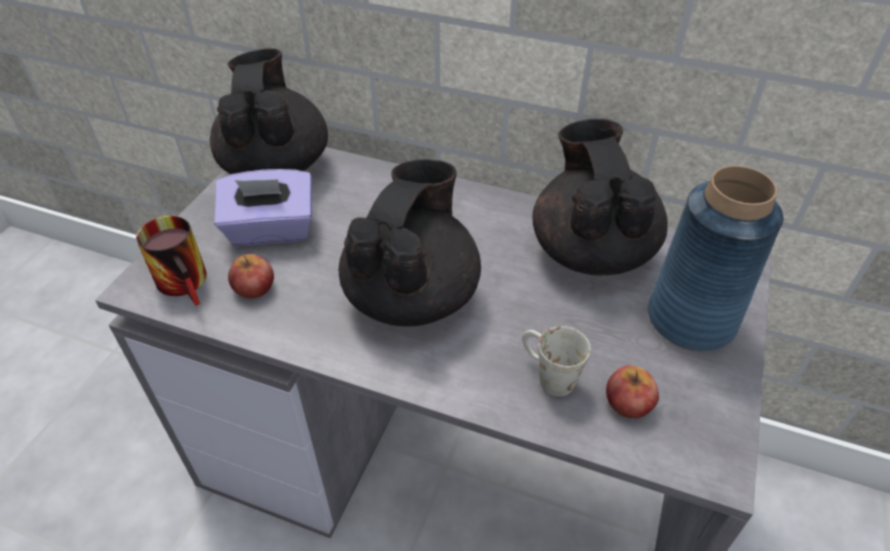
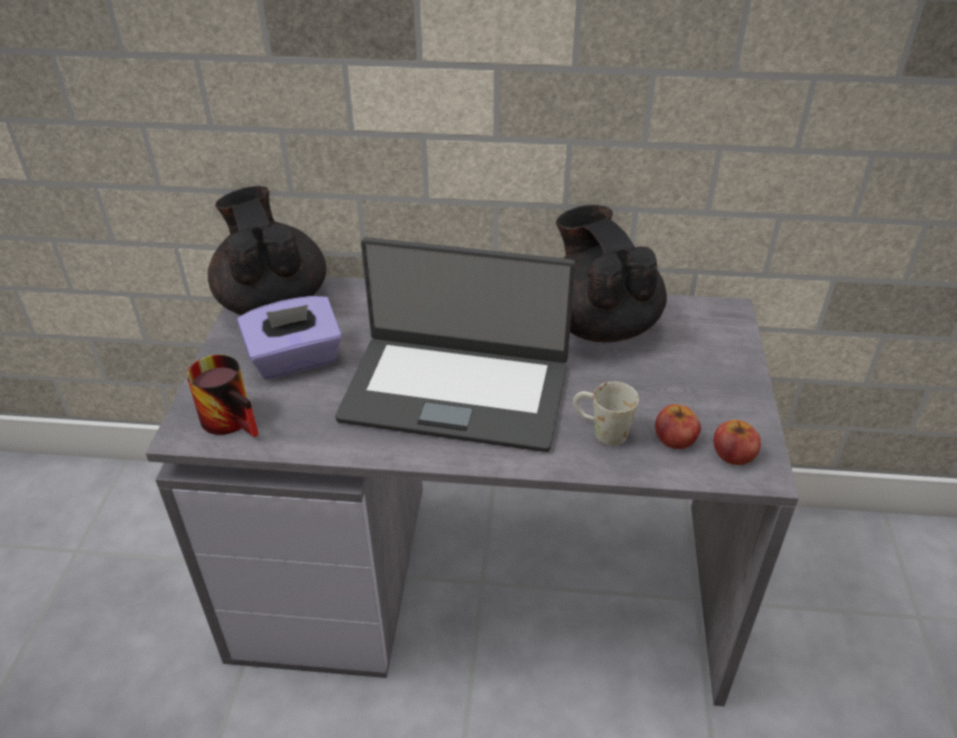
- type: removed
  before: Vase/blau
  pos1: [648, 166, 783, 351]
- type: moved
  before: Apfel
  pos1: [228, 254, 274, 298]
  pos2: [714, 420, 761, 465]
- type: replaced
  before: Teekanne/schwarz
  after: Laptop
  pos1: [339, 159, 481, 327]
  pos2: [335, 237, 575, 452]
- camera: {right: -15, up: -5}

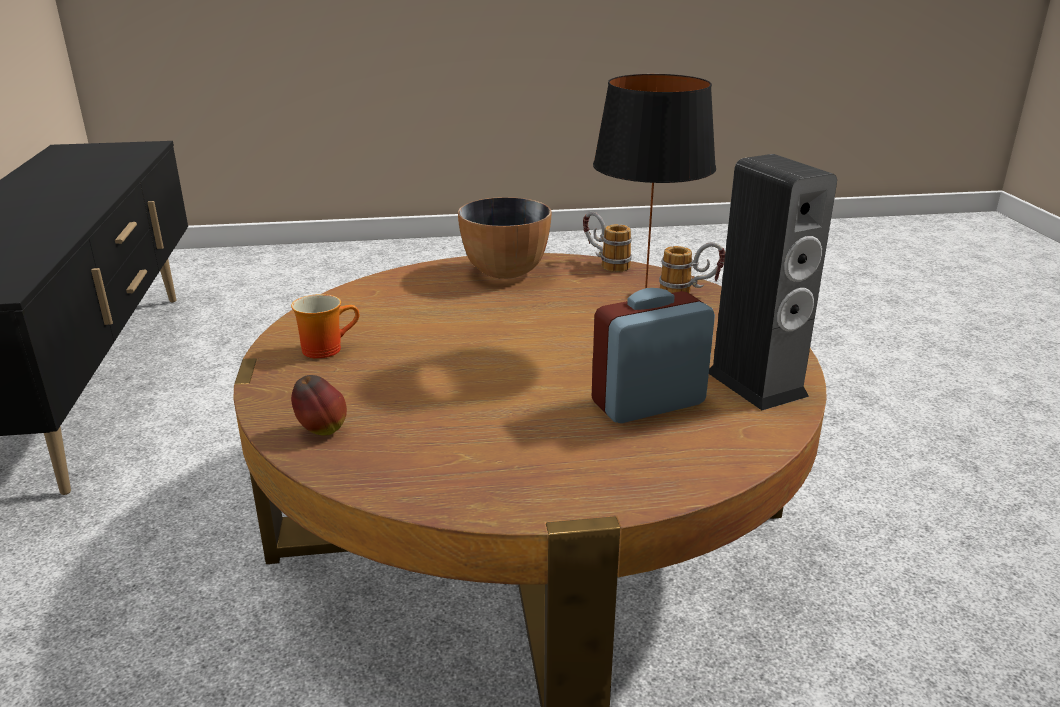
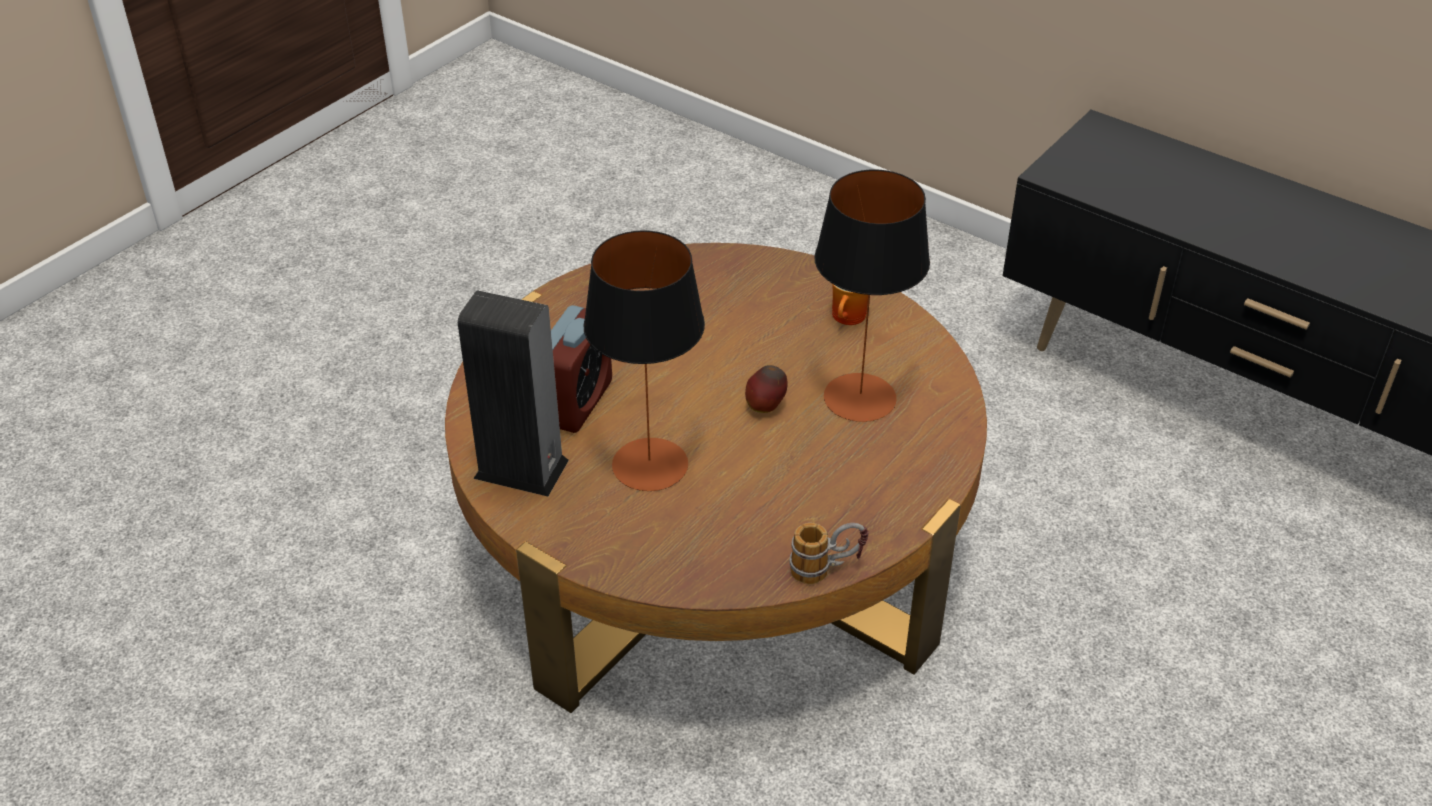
- type: removed
  before: Schüssel
  pos1: [458, 197, 551, 279]
- type: removed
  before: Henkelbecher
  pos1: [659, 242, 725, 293]
- type: added
  after: Tischlampe
  pos2: [814, 170, 930, 422]
- type: moved
  before: Apfel
  pos1: [291, 375, 347, 436]
  pos2: [745, 365, 788, 413]
- camera: {right: 135, up: 15}

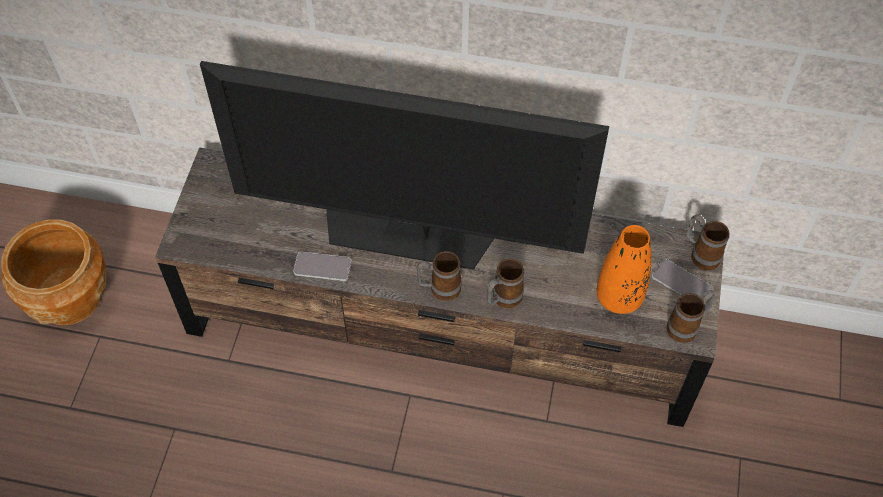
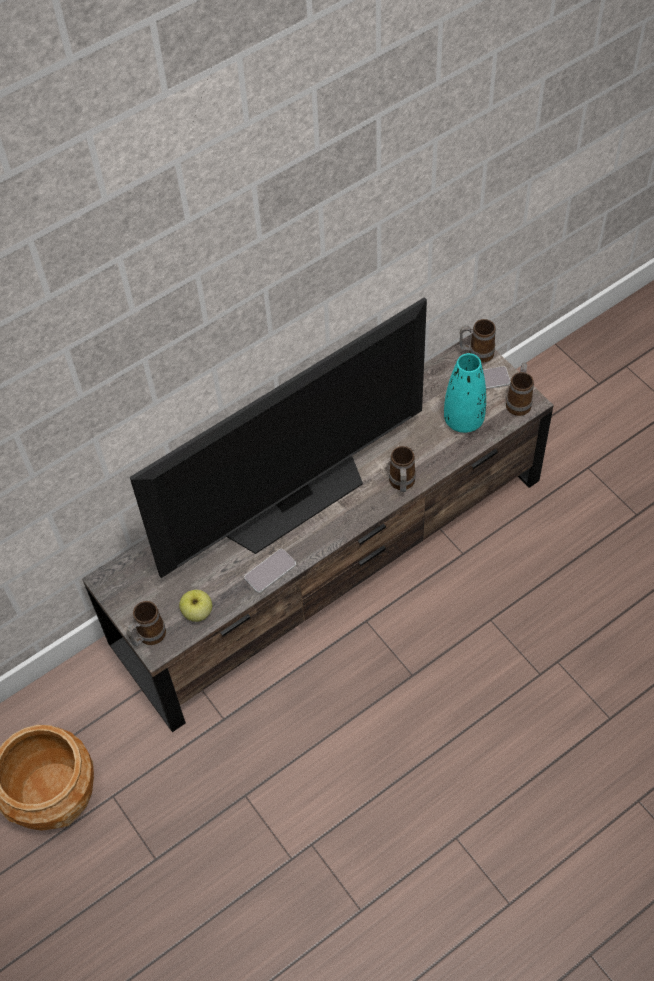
- type: added
  after: Apfel
  pos2: [179, 590, 212, 622]
- type: moved
  before: Henkelbecher
  pos1: [416, 251, 462, 301]
  pos2: [127, 601, 166, 646]
- type: recoloured
  before: Vase/orange
  after: Vase/türkis
  pos1: [596, 225, 651, 314]
  pos2: [444, 353, 486, 433]
- camera: {right: -45, up: 0}

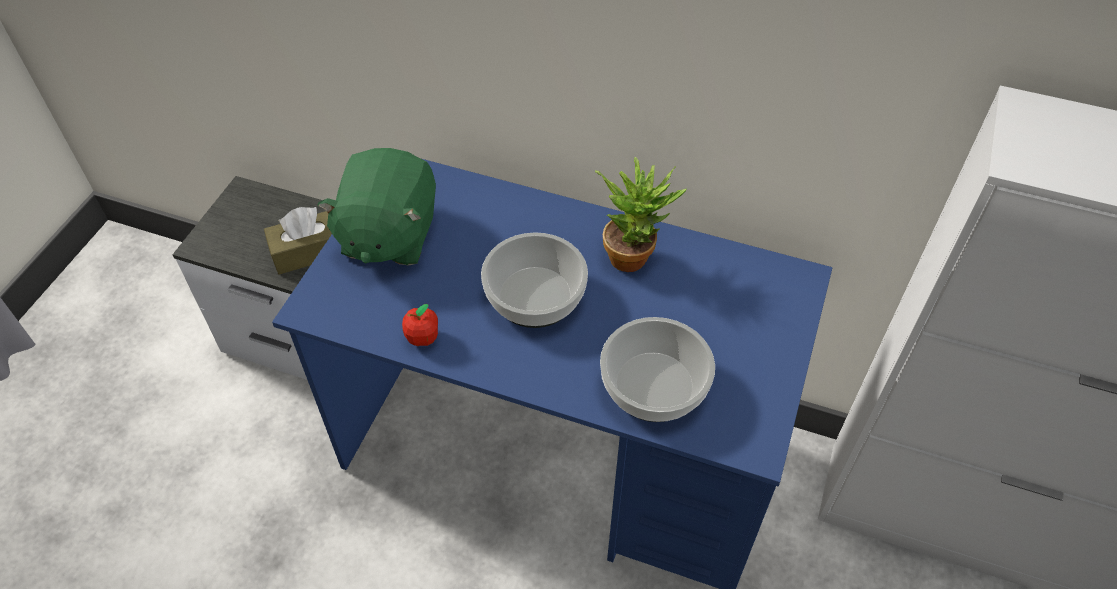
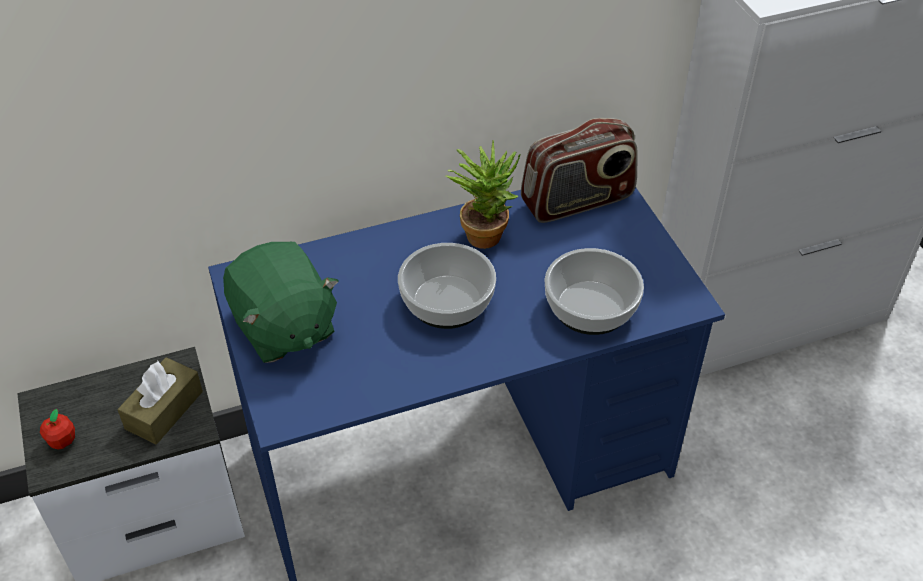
- type: added
  after: Radio
  pos2: [521, 118, 638, 223]
- type: moved
  before: Apfel
  pos1: [402, 304, 438, 346]
  pos2: [40, 409, 75, 450]
- camera: {right: -40, up: -5}

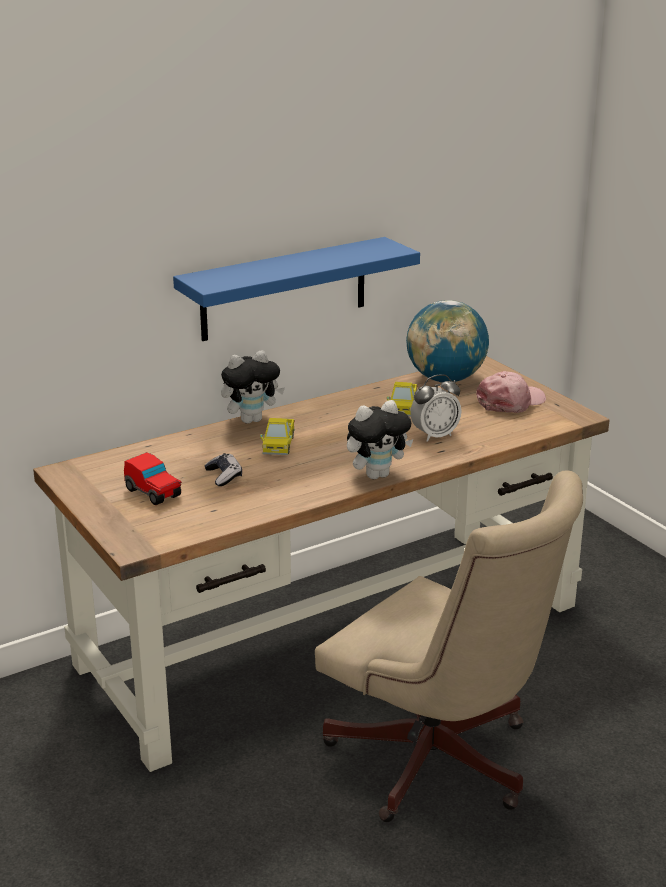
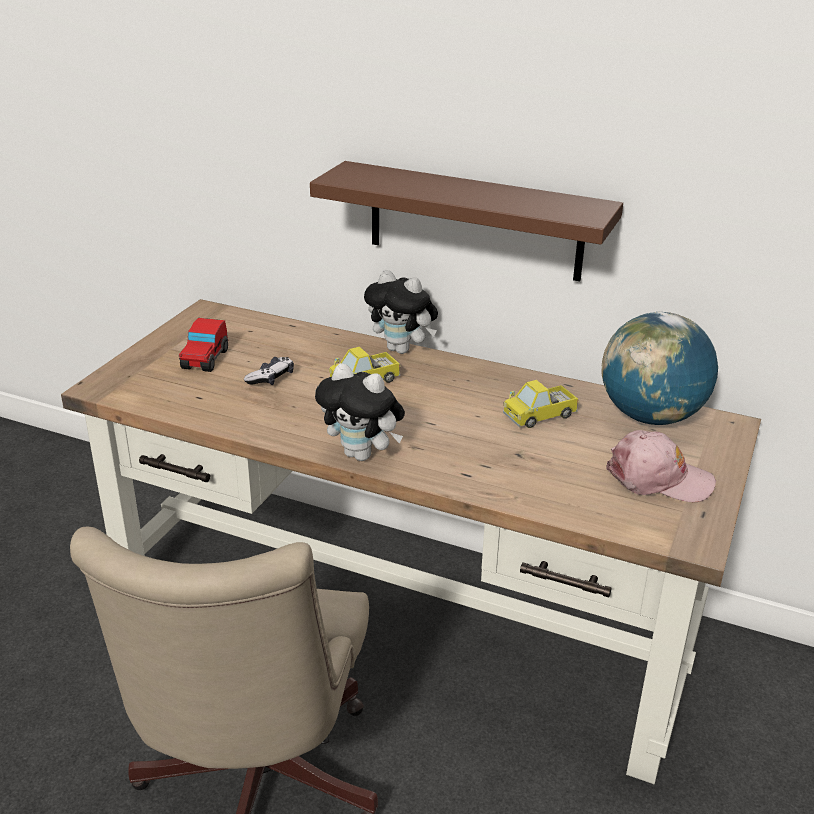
- type: removed
  before: Wecker
  pos1: [410, 374, 461, 442]
- type: recoloured
  before: Wandregal/blau
  after: Wandregal/braun
  pos1: [173, 237, 420, 341]
  pos2: [310, 161, 623, 281]
- camera: {right: 55, up: 5}

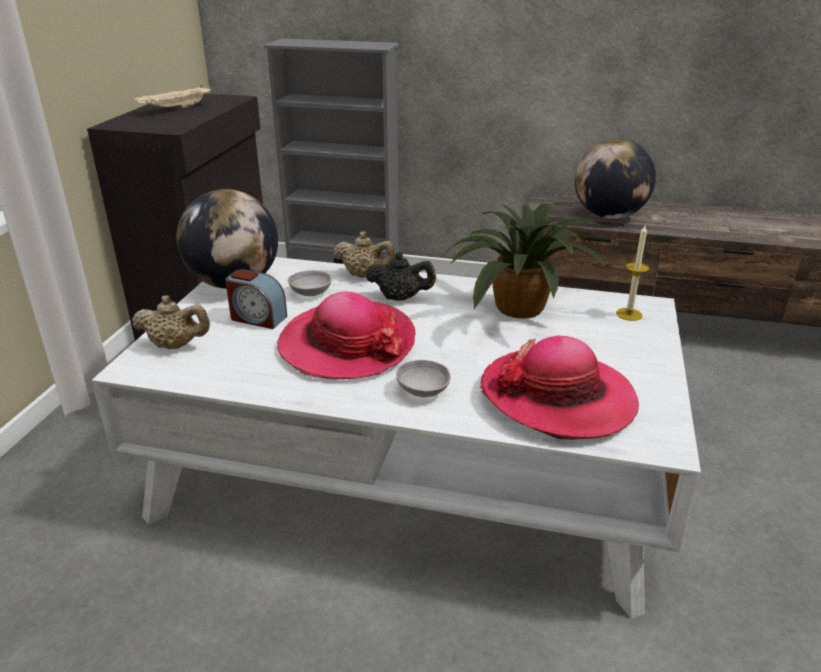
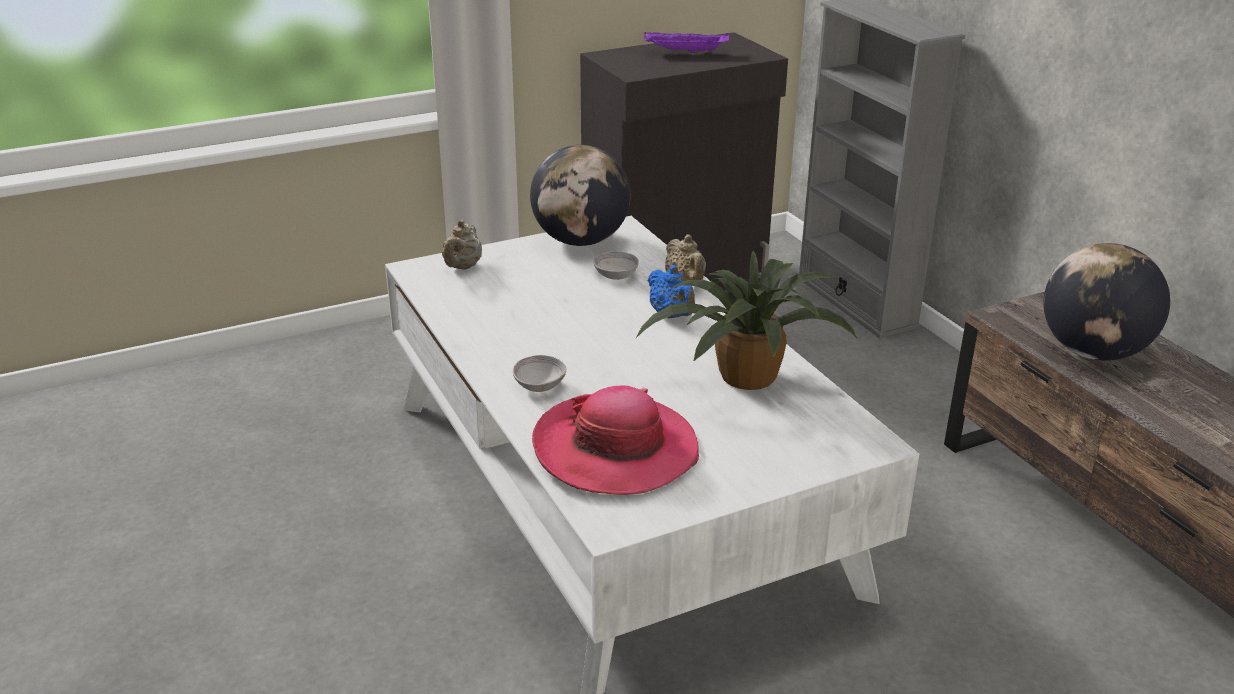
- type: removed
  before: Wecker
  pos1: [225, 269, 287, 329]
- type: removed
  before: Hut
  pos1: [277, 291, 416, 379]
- type: removed
  before: Kerze
  pos1: [616, 225, 649, 321]
- type: recoloured
  before: Tablett/beige
  after: Tablett/lila
  pos1: [134, 85, 211, 109]
  pos2: [644, 32, 729, 55]
- type: recoloured
  before: Teekanne/schwarz
  after: Teekanne/blau
  pos1: [366, 252, 436, 301]
  pos2: [648, 265, 695, 318]
- type: turned
  before: Teekanne/beige
  pos1: [132, 295, 210, 349]
  pos2: [442, 220, 482, 270]
  turn: 45
- camera: {right: 50, up: 0}

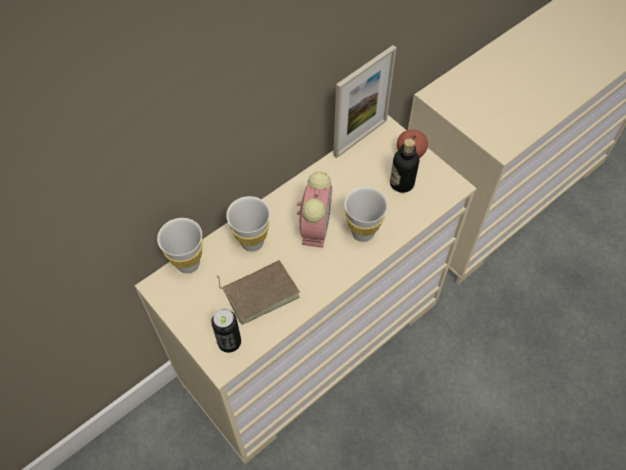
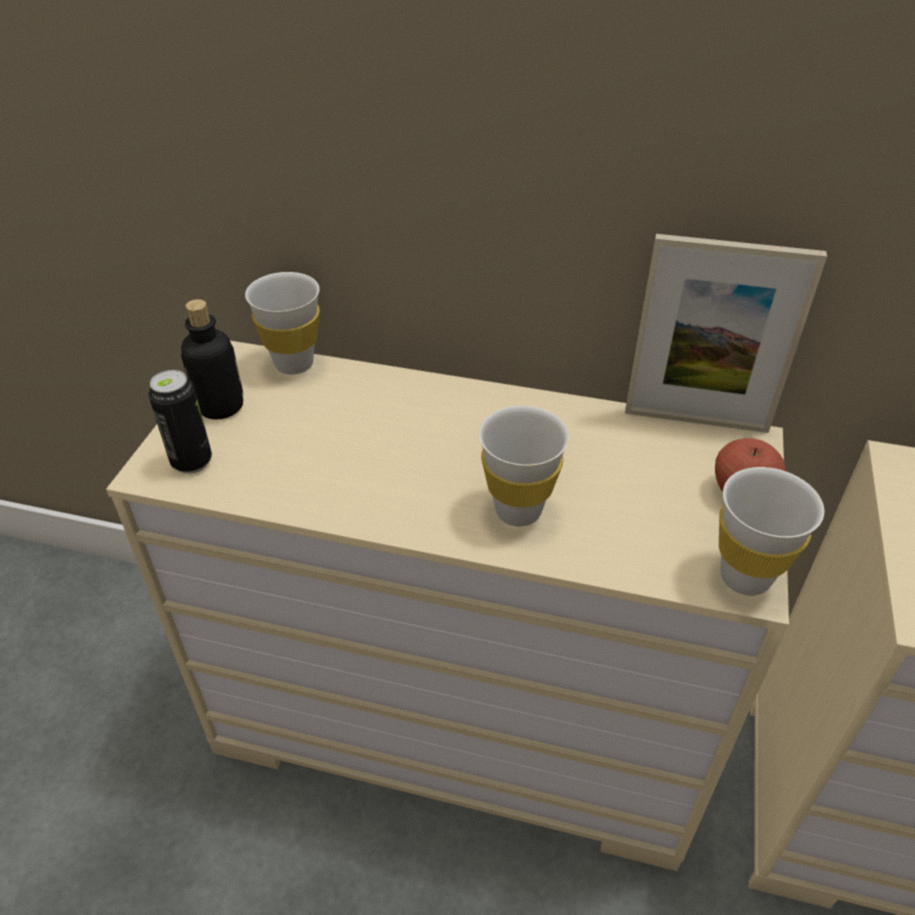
- type: removed
  before: Buch/braun
  pos1: [217, 260, 300, 325]
- type: removed
  before: Wecker
  pos1: [297, 171, 332, 248]
- type: moved
  before: Tasse/weiß
  pos1: [226, 196, 270, 252]
  pos2: [719, 467, 824, 596]
- type: moved
  before: Flasche
  pos1: [390, 138, 419, 193]
  pos2: [181, 299, 244, 420]
- camera: {right: 55, up: -15}

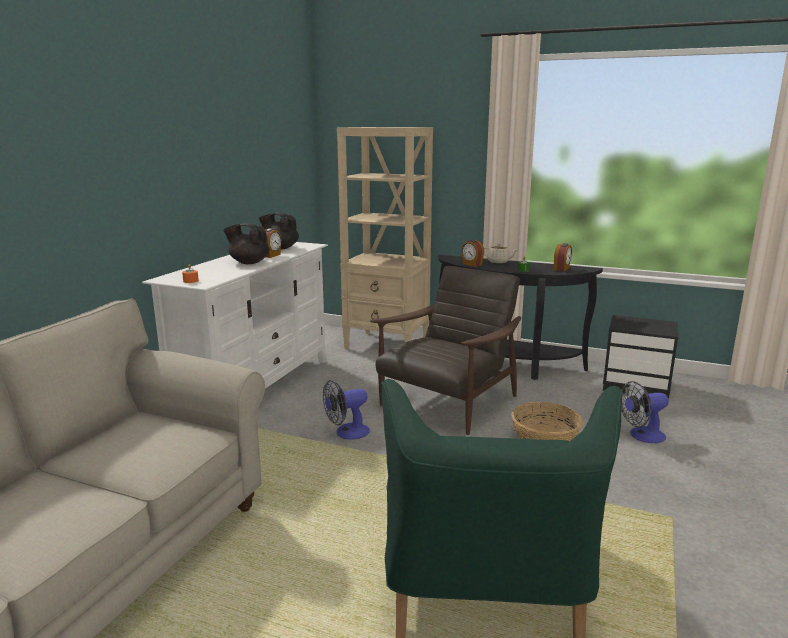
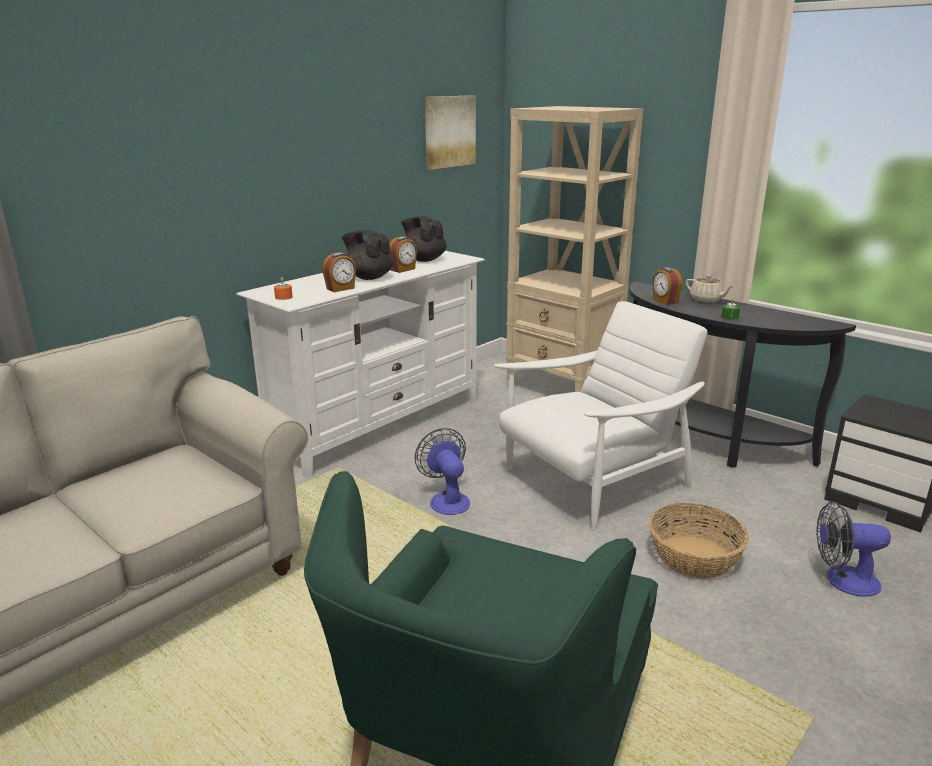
- type: added
  after: Bild
  pos2: [425, 95, 476, 170]
- type: moved
  before: Wecker
  pos1: [554, 243, 572, 271]
  pos2: [322, 253, 356, 292]
- type: recoloured
  before: Sessel/braun
  after: Sessel/weiß
  pos1: [370, 266, 521, 435]
  pos2: [494, 301, 708, 531]
- type: turned
  before: Ventilator
  pos1: [323, 380, 370, 440]
  pos2: [415, 428, 470, 515]
  turn: 75
- camera: {right: 20, up: 5}

